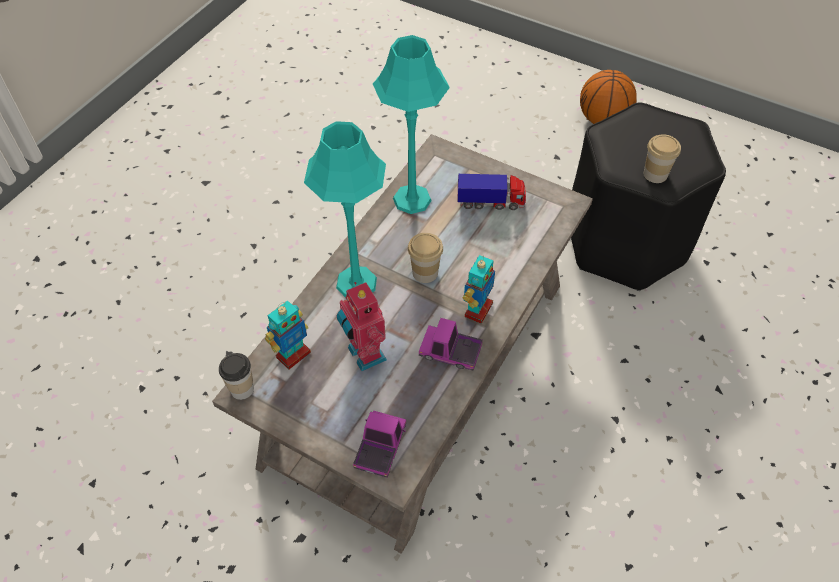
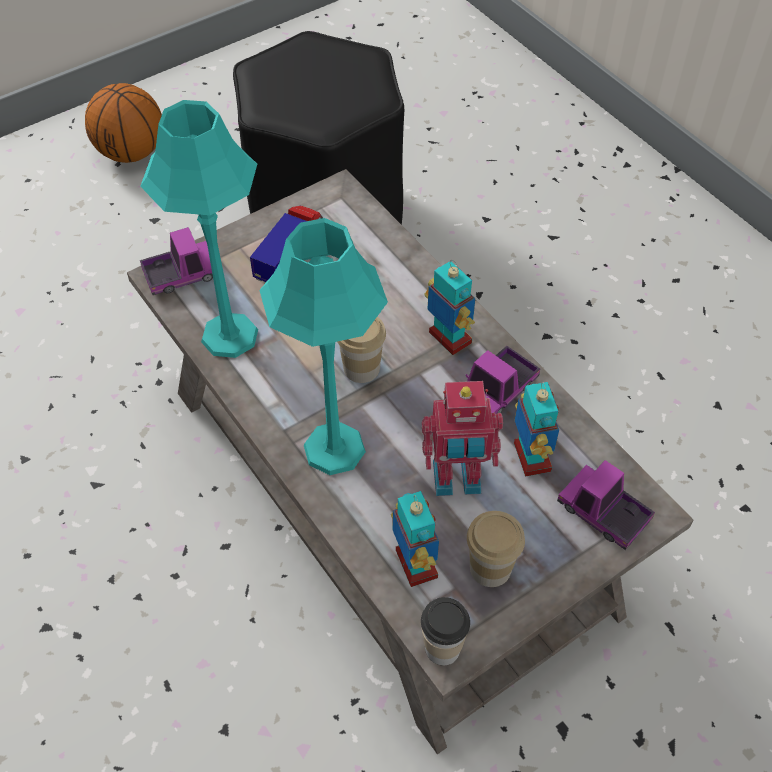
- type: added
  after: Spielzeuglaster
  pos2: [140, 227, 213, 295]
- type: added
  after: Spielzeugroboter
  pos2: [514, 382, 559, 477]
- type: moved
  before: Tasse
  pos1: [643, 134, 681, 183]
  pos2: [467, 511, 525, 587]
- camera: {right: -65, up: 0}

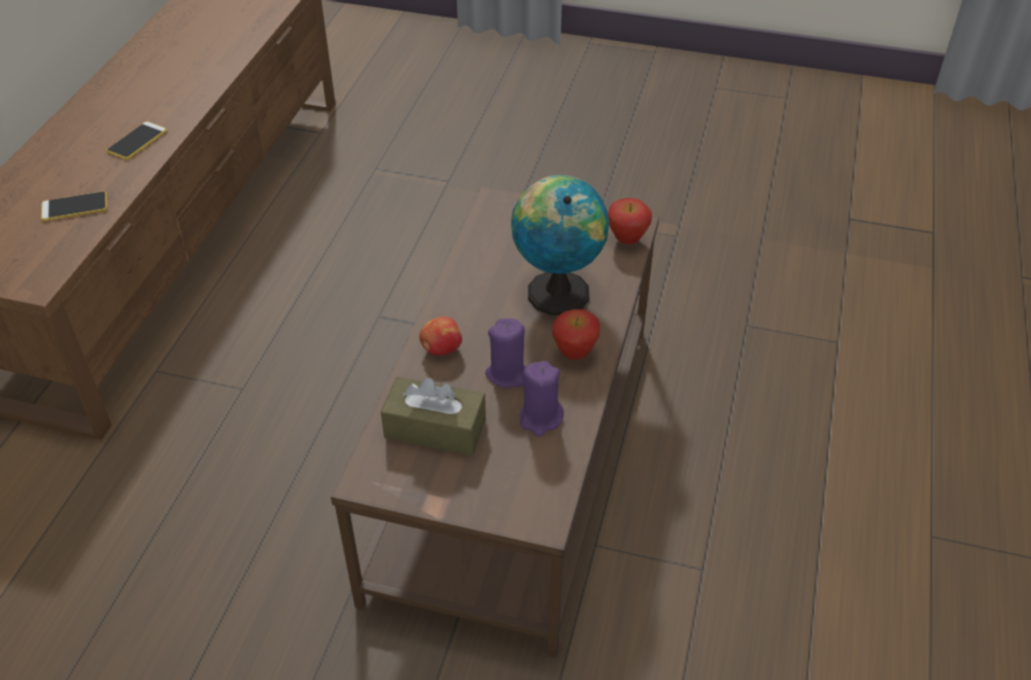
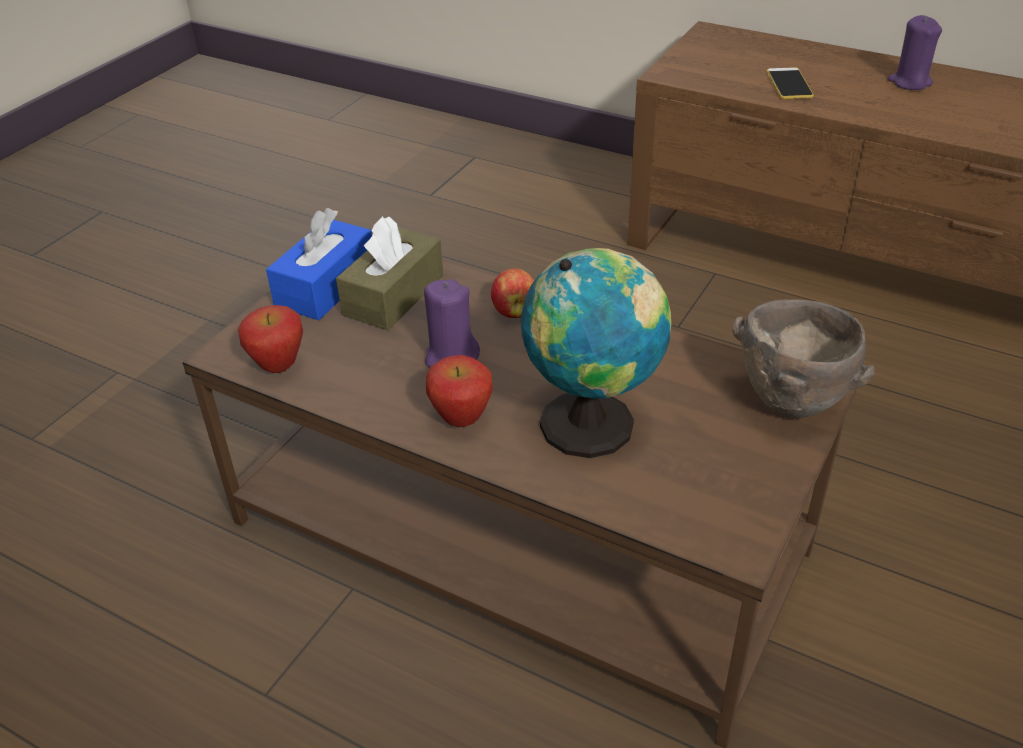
- type: removed
  before: Handy
  pos1: [106, 122, 167, 160]
- type: added
  after: Taschentuchbox/blau
  pos2: [266, 208, 372, 320]
- type: added
  after: Schüssel/braun
  pos2: [732, 299, 875, 418]
- type: moved
  before: Kerze/lila
  pos1: [520, 361, 564, 437]
  pos2: [887, 15, 942, 90]
- type: moved
  before: Apfel
  pos1: [608, 198, 652, 244]
  pos2: [238, 305, 303, 373]
- camera: {right: 105, up: -5}

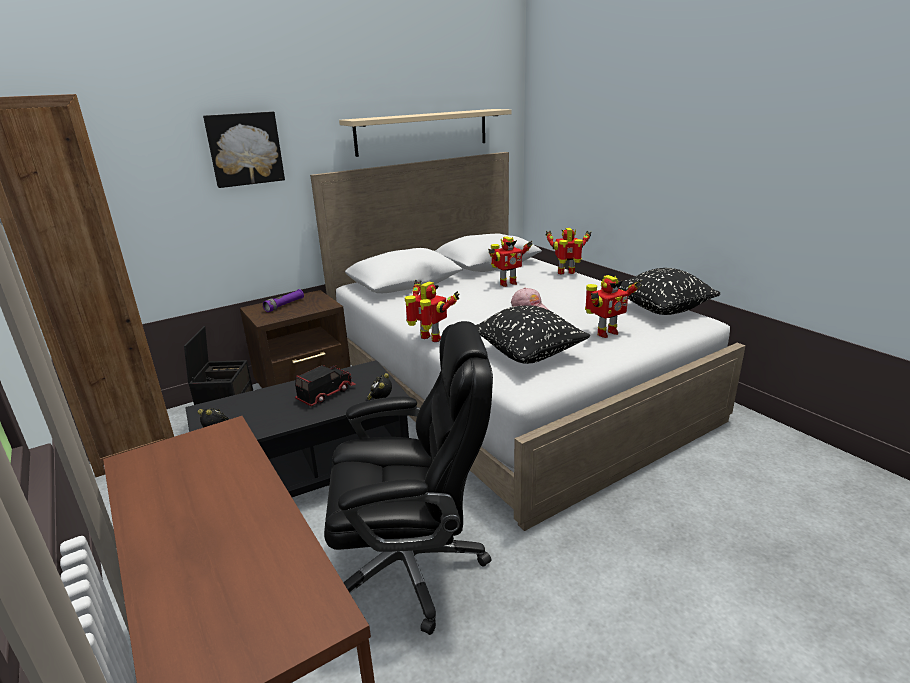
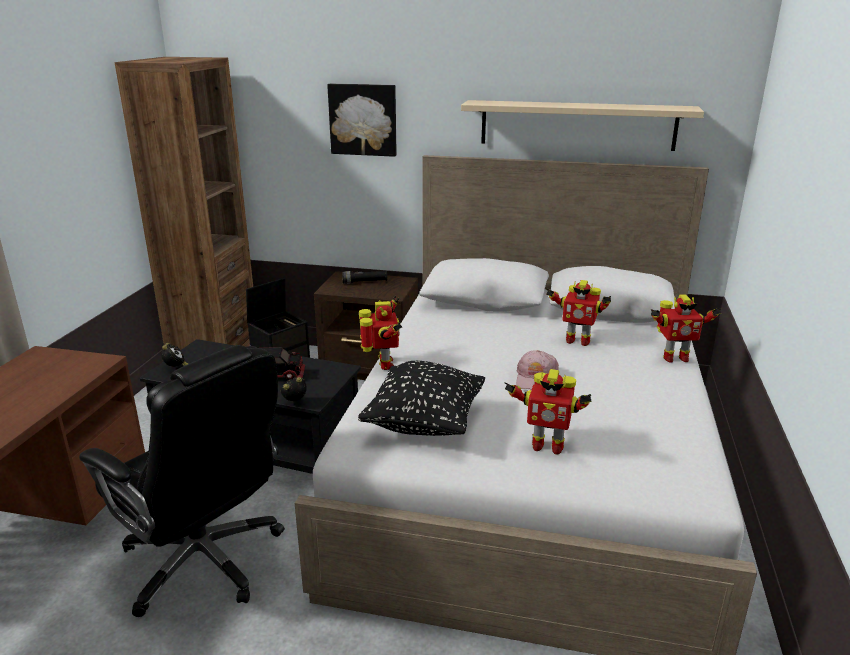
- type: removed
  before: Kissen/schwarz
  pos1: [619, 268, 720, 315]
- type: recoloured
  before: Taschenlampe/lila
  after: Taschenlampe/schwarz
  pos1: [263, 289, 304, 312]
  pos2: [342, 270, 387, 284]
- type: turned
  before: Spielzeugroboter
  pos1: [545, 228, 592, 274]
  pos2: [651, 295, 721, 363]
  turn: 135
- camera: {right: 45, up: 0}

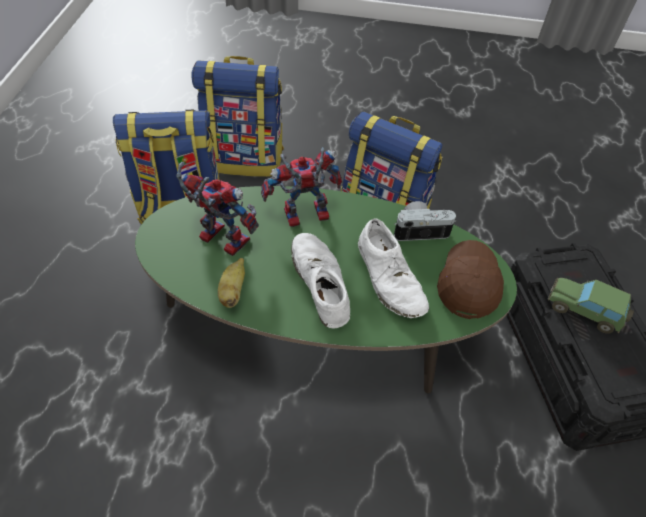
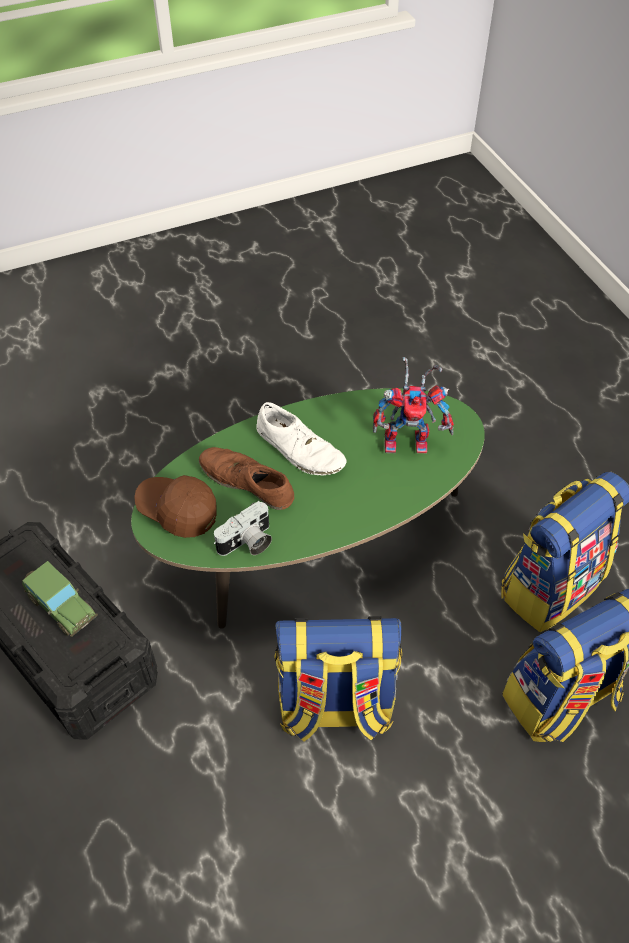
- type: removed
  before: Banane
  pos1: [218, 258, 245, 308]
- type: removed
  before: Spielzeugroboter
  pos1: [261, 147, 342, 227]
- type: recoloured
  before: Schuh/weiß
  after: Schuh/braun
  pos1: [358, 218, 429, 318]
  pos2: [199, 447, 294, 510]
- type: turned
  before: Kappe/braun
  pos1: [437, 240, 504, 319]
  pos2: [134, 475, 217, 538]
  turn: 135
- type: turned
  before: Spielzeugauto
  pos1: [548, 278, 634, 334]
  pos2: [22, 561, 98, 637]
  turn: 45
- camera: {right: 150, up: 0}

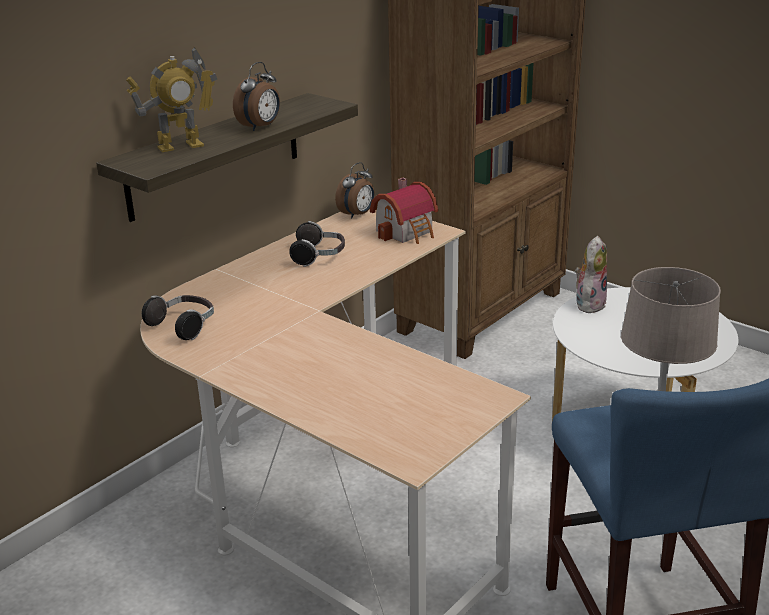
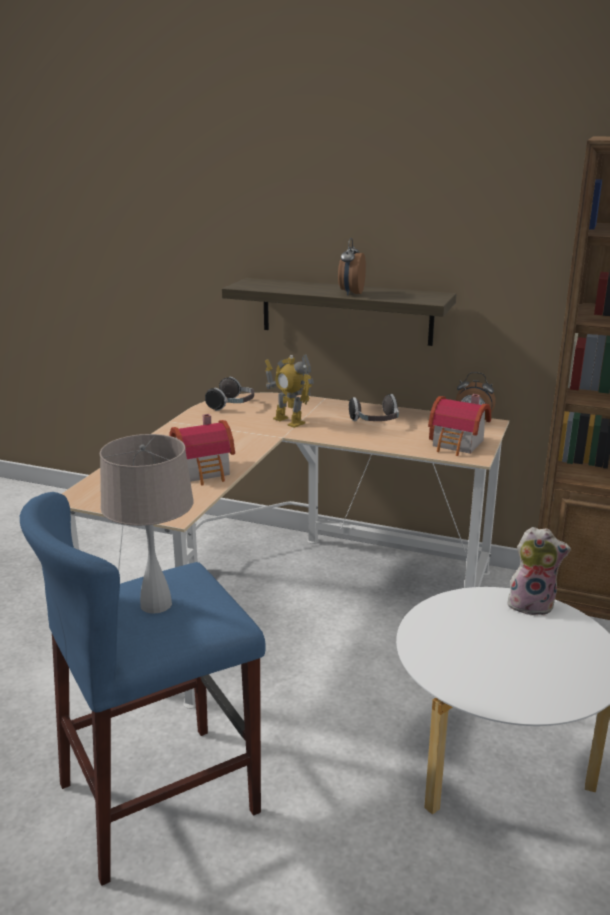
- type: added
  after: Spielzeughaus
  pos2: [169, 414, 235, 485]
- type: moved
  before: Spielzeugroboter
  pos1: [126, 46, 217, 152]
  pos2: [265, 354, 314, 428]
- type: turned
  before: Wecker
  pos1: [233, 62, 280, 131]
  pos2: [338, 238, 366, 296]
  turn: 90
- camera: {right: 70, up: -5}

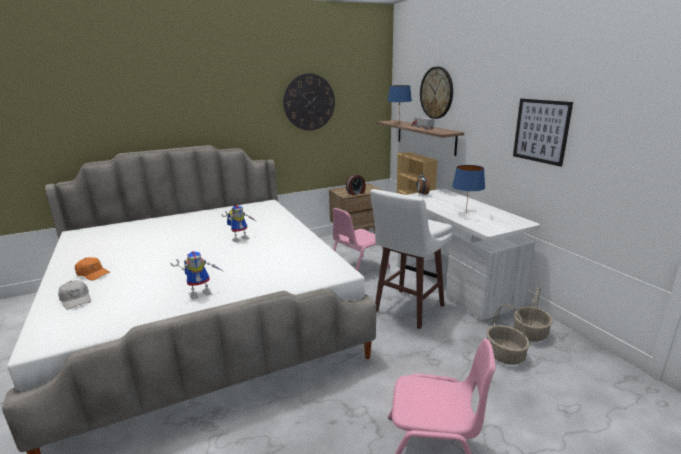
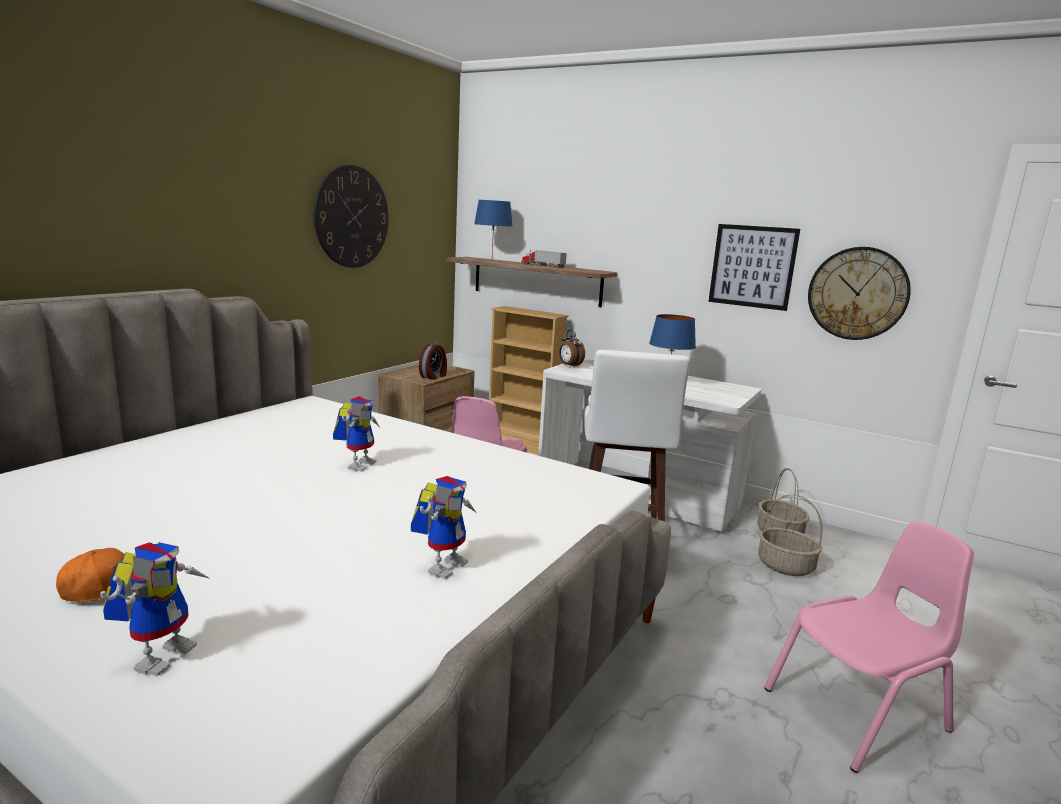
- type: moved
  before: Wanduhr
  pos1: [420, 67, 453, 119]
  pos2: [808, 247, 911, 340]
- type: replaced
  before: Kappe/weiß
  after: Spielzeugroboter
  pos1: [58, 280, 91, 310]
  pos2: [100, 542, 209, 677]
- camera: {right: -35, up: -5}

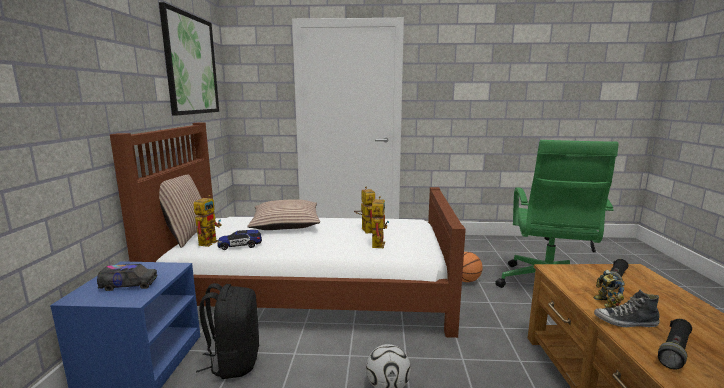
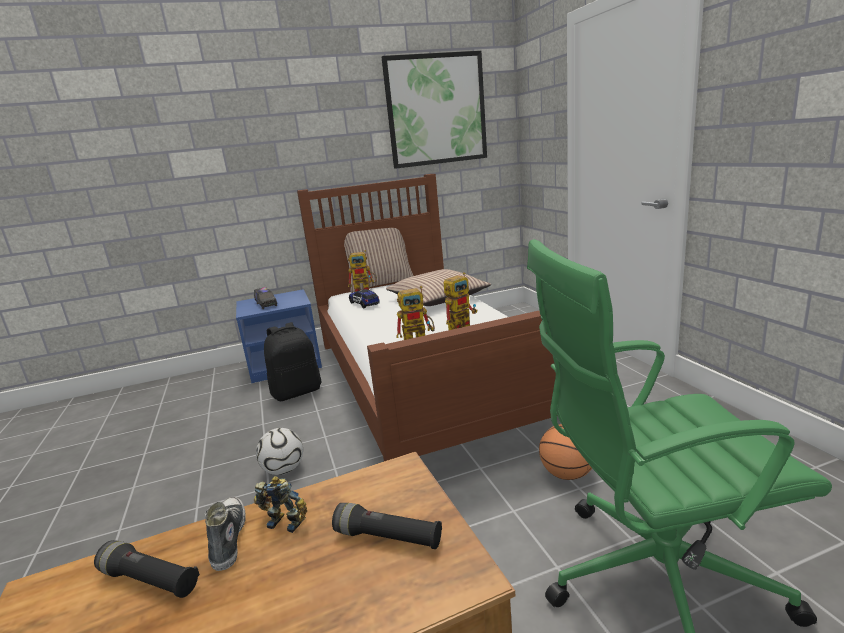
- type: turned
  before: Spielzeugroboter
  pos1: [594, 269, 625, 308]
  pos2: [254, 476, 307, 533]
  turn: 45
- camera: {right: 70, up: 5}

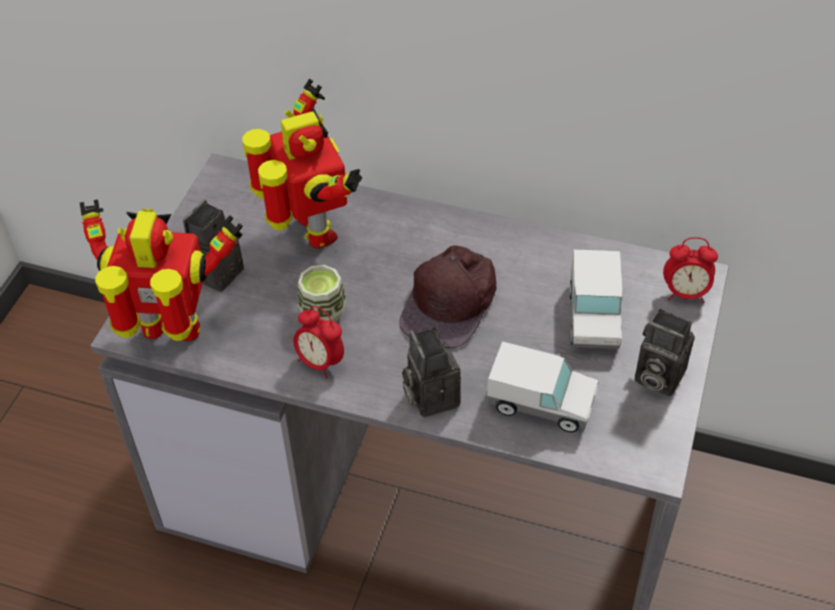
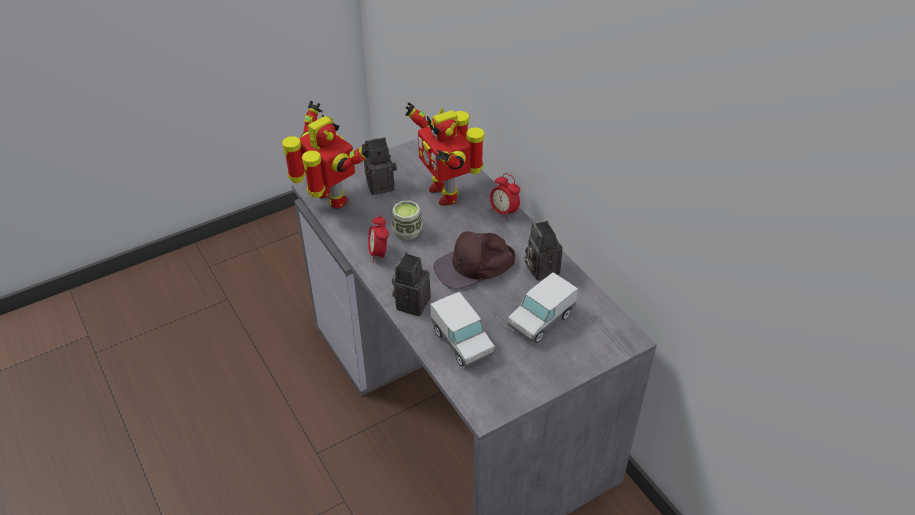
- type: moved
  before: Kamera
  pos1: [634, 309, 695, 397]
  pos2: [525, 221, 563, 280]
- type: moved
  before: Wecker
  pos1: [663, 237, 718, 303]
  pos2: [490, 173, 520, 220]
- type: turned
  before: Spielzeugroboter
  pos1: [242, 79, 362, 249]
  pos2: [405, 102, 484, 206]
  turn: 135
- camera: {right: 40, up: -5}

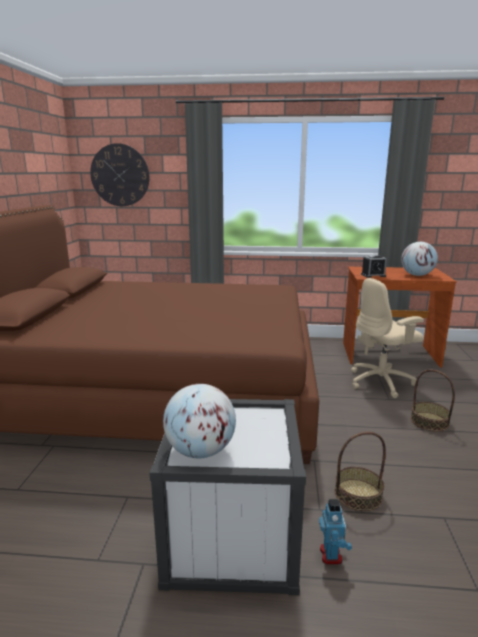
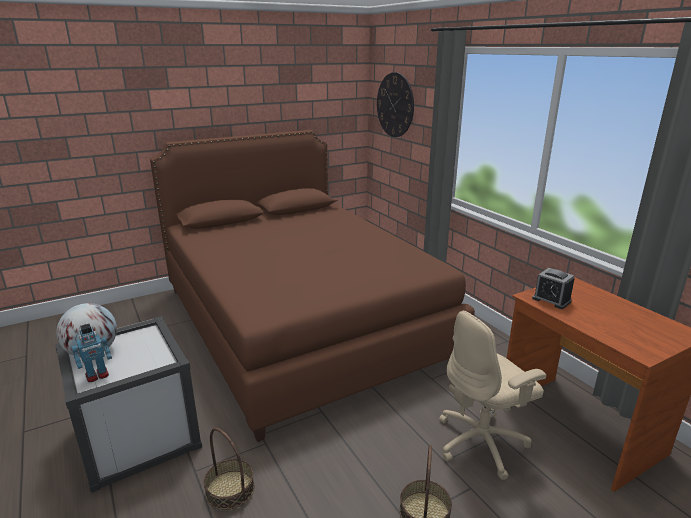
- type: removed
  before: Globus
  pos1: [401, 242, 438, 276]
- type: moved
  before: Spielzeugroboter
  pos1: [319, 499, 352, 564]
  pos2: [72, 324, 112, 382]
- type: turned
  before: Bürostuhl/beige
  pos1: [351, 278, 424, 398]
  pos2: [439, 311, 546, 480]
  turn: -60
- camera: {right: 55, up: 5}

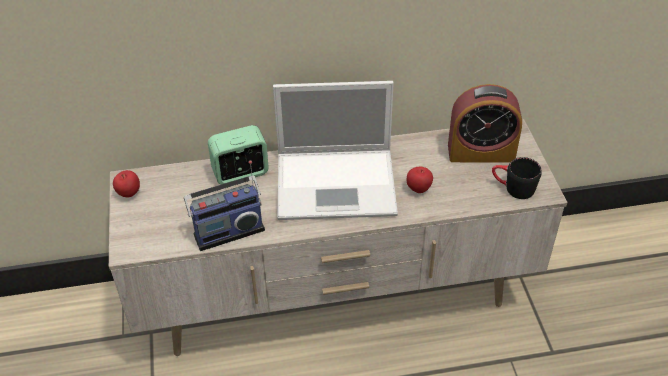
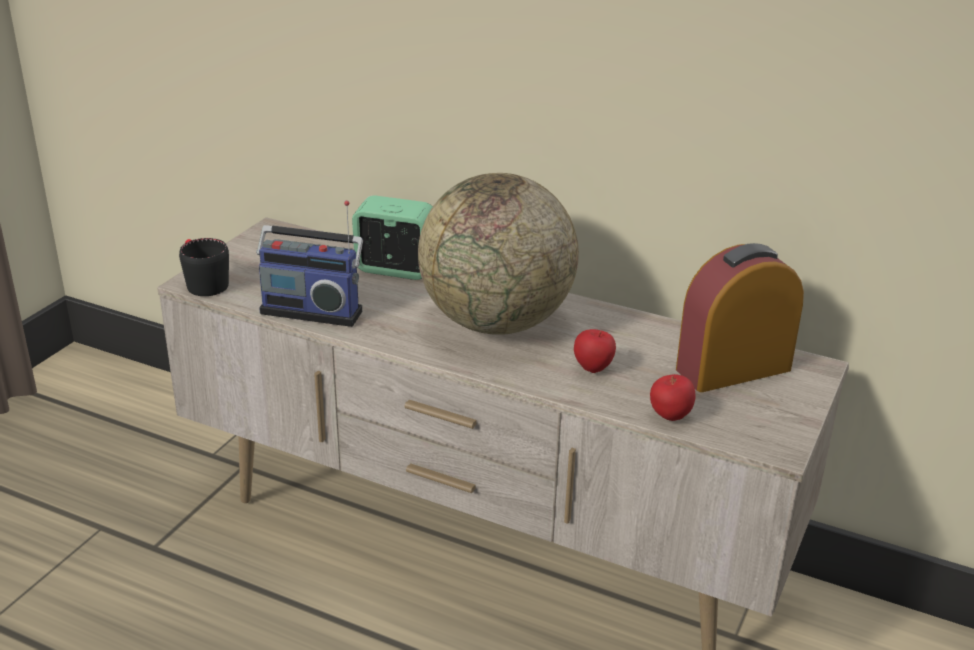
- type: moved
  before: Apfel
  pos1: [113, 170, 140, 197]
  pos2: [650, 374, 695, 421]
- type: moved
  before: Henkelbecher/schwarz
  pos1: [492, 157, 542, 199]
  pos2: [179, 238, 229, 296]
- type: replaced
  before: Laptop
  after: Globus
  pos1: [273, 81, 398, 220]
  pos2: [418, 173, 579, 335]
- type: turned
  before: Wecker
  pos1: [448, 84, 522, 163]
  pos2: [676, 243, 804, 392]
  turn: 120
- camera: {right: 35, up: -15}

